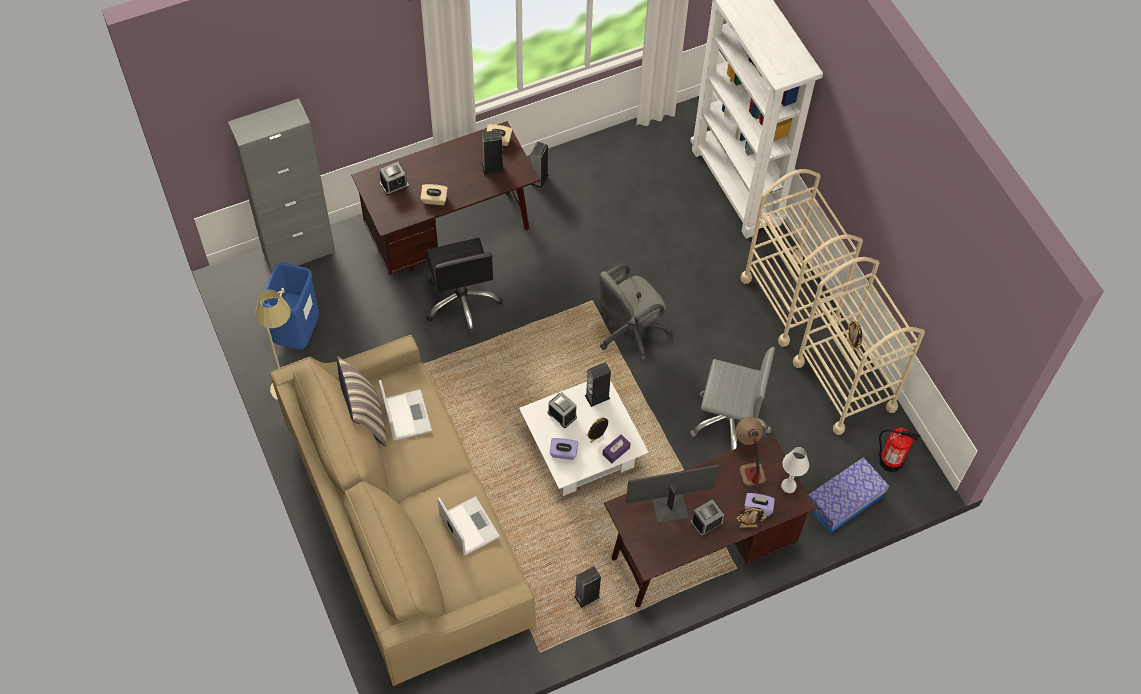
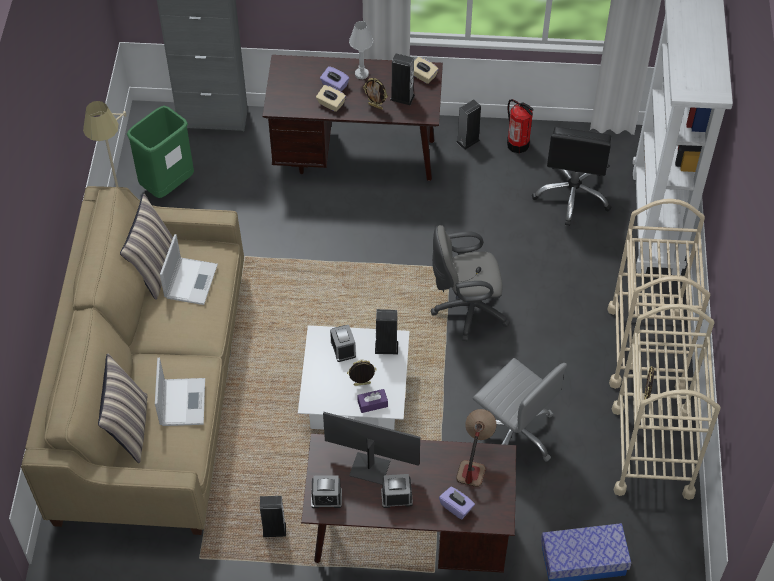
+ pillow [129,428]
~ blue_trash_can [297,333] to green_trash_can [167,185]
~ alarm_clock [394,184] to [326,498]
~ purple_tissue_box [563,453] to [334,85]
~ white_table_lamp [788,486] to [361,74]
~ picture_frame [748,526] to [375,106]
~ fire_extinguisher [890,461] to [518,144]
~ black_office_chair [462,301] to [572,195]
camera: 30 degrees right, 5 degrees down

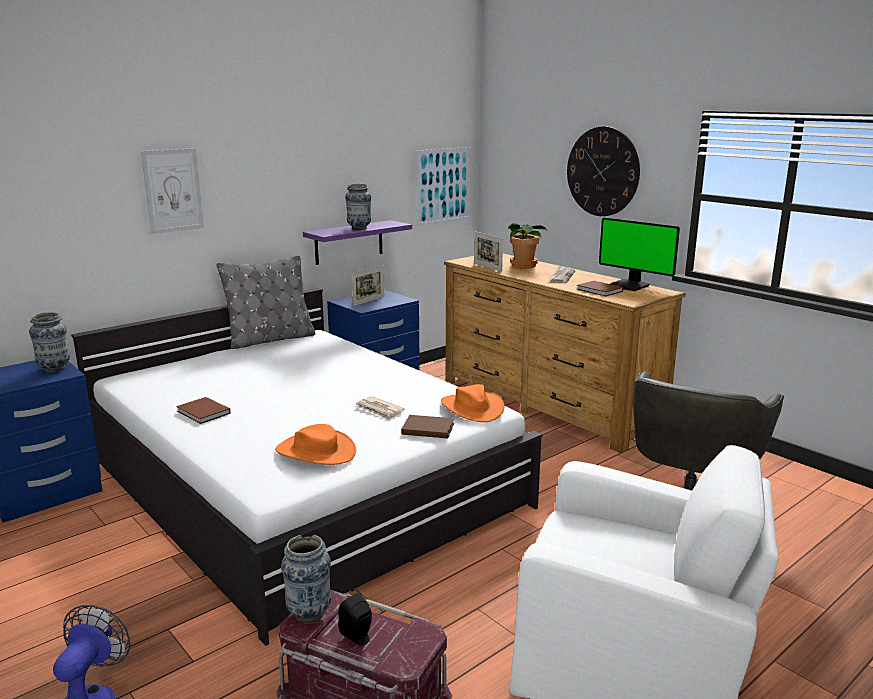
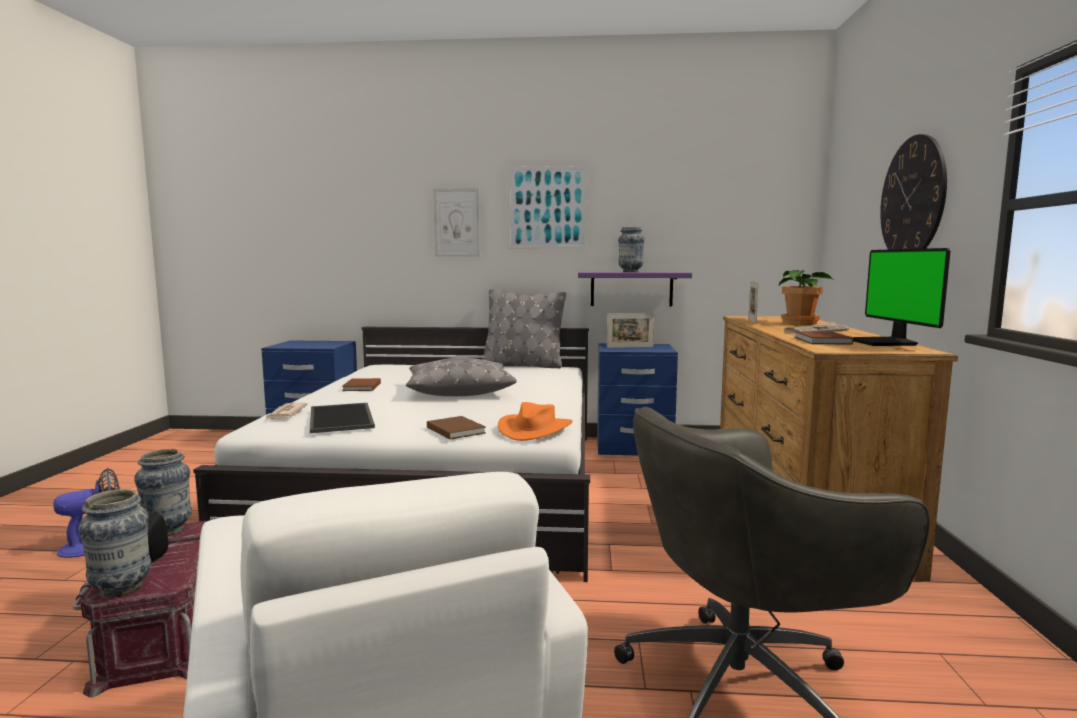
~ vase [54,369] to [121,589]
~ newspaper [379,410] to [285,414]
~ orange_hat [316,451] to tray [342,418]
+ grey_pillow [459,390]
~ picture [443,186] to [547,207]
camera: 45 degrees right, 10 degrees down

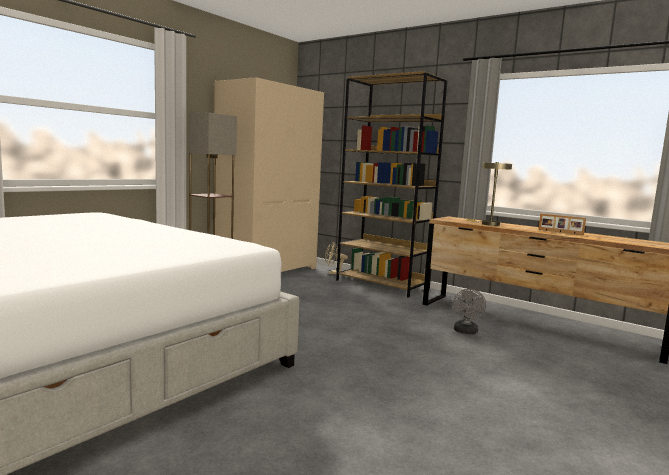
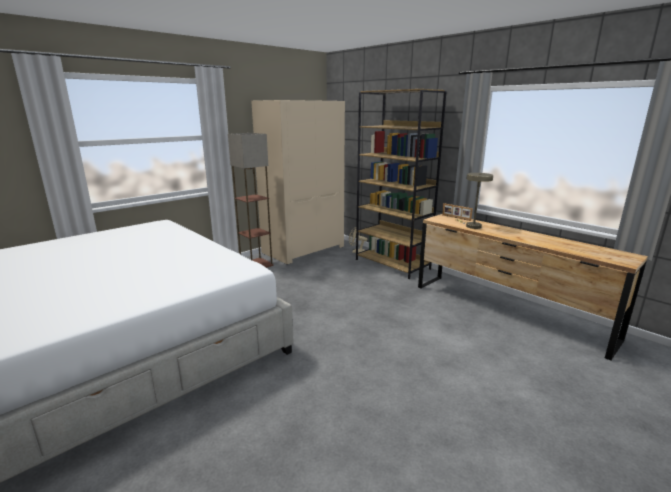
~ picture_frame [560,232] to [456,218]
- grey_fan [466,332]
camera: 10 degrees right, 10 degrees up

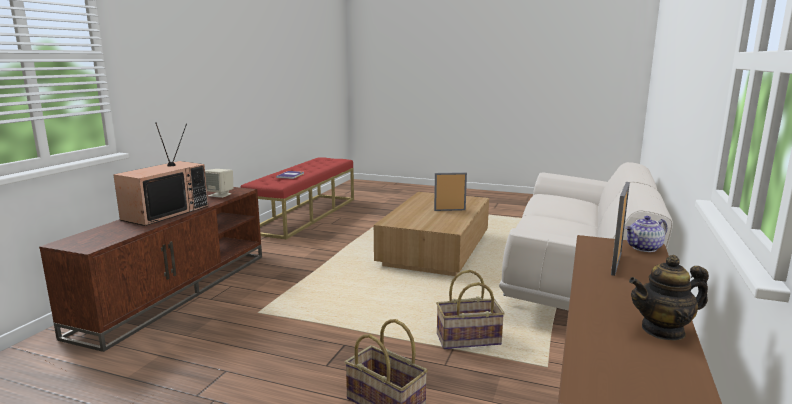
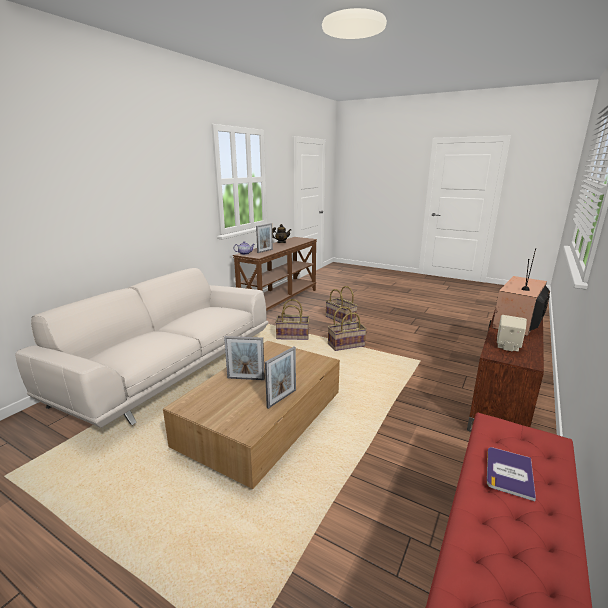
+ picture_frame [281,398]
+ basket [346,345]
camera: 170 degrees left, 5 degrees up

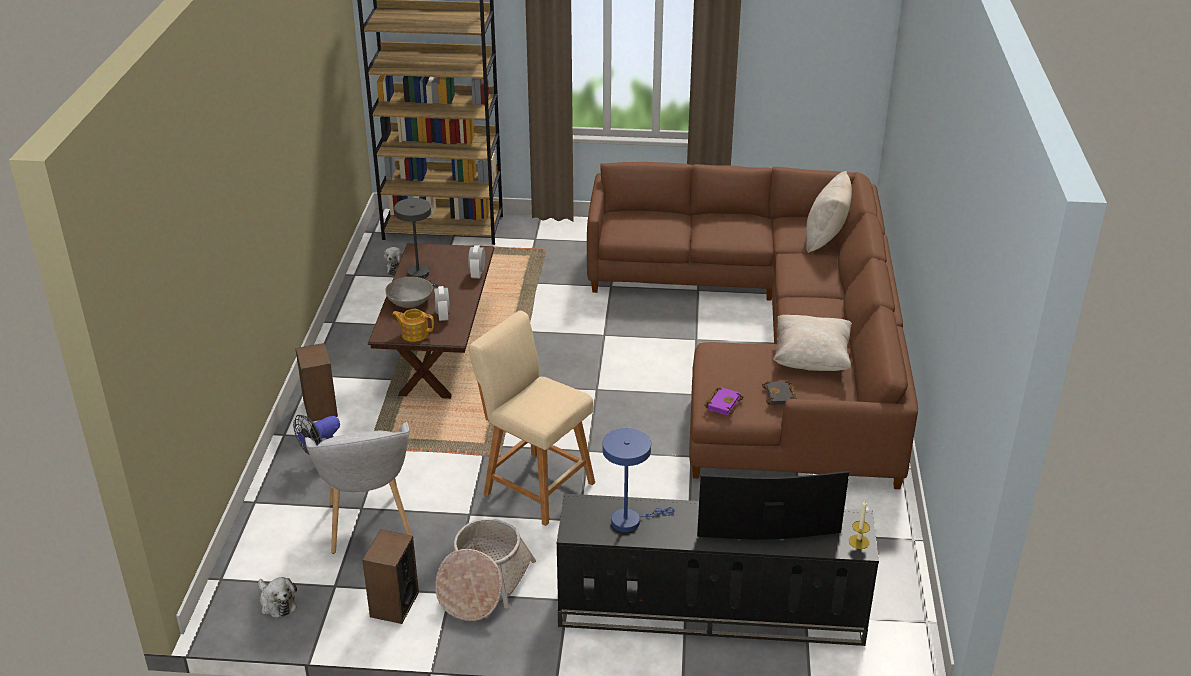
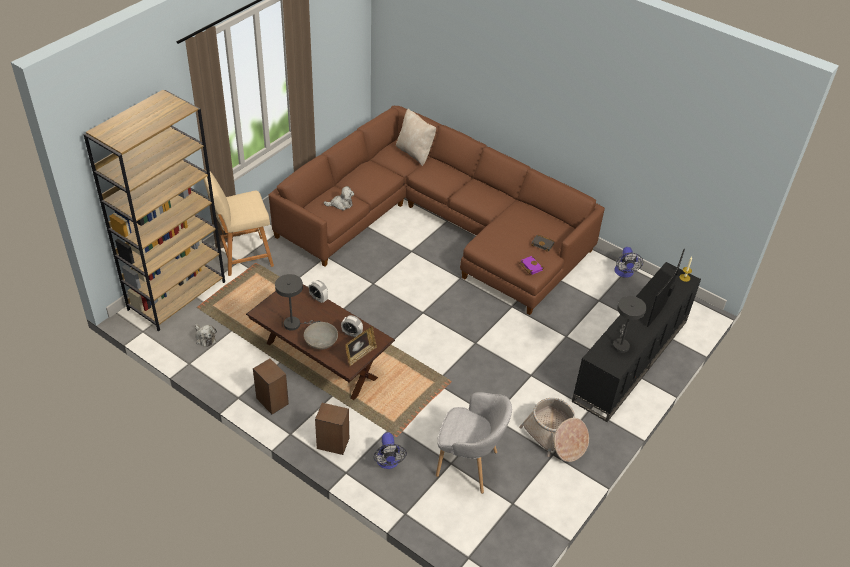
~ beige_stool [535,486] to [242,256]
~ speaker [394,604] to [272,401]
~ plush_toy [276,603] to [341,204]
~ teapot [414,333] to picture_frame [360,355]
~ blue_table_lamp [630,520] to grey_table_lamp [620,344]
+ fan [624,273]
- beige_pillow [811,359]
camera: 60 degrees left, 10 degrees up

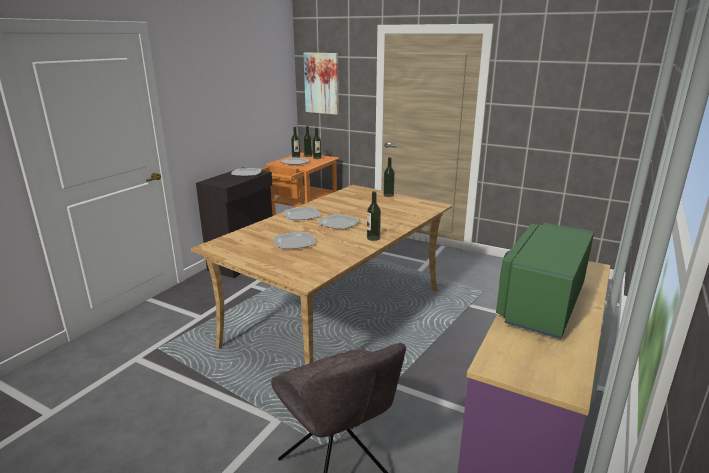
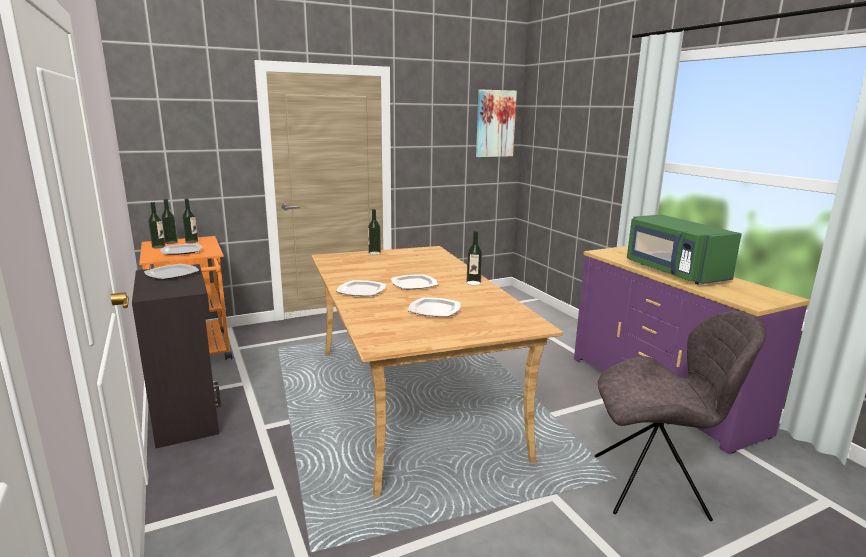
~ picture [322,83] to [495,123]
camera: 55 degrees left, 5 degrees down

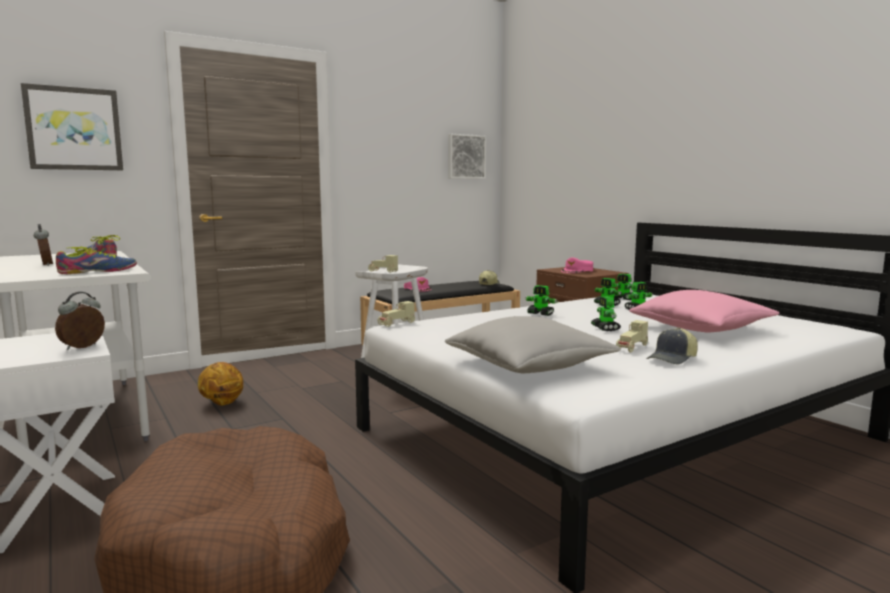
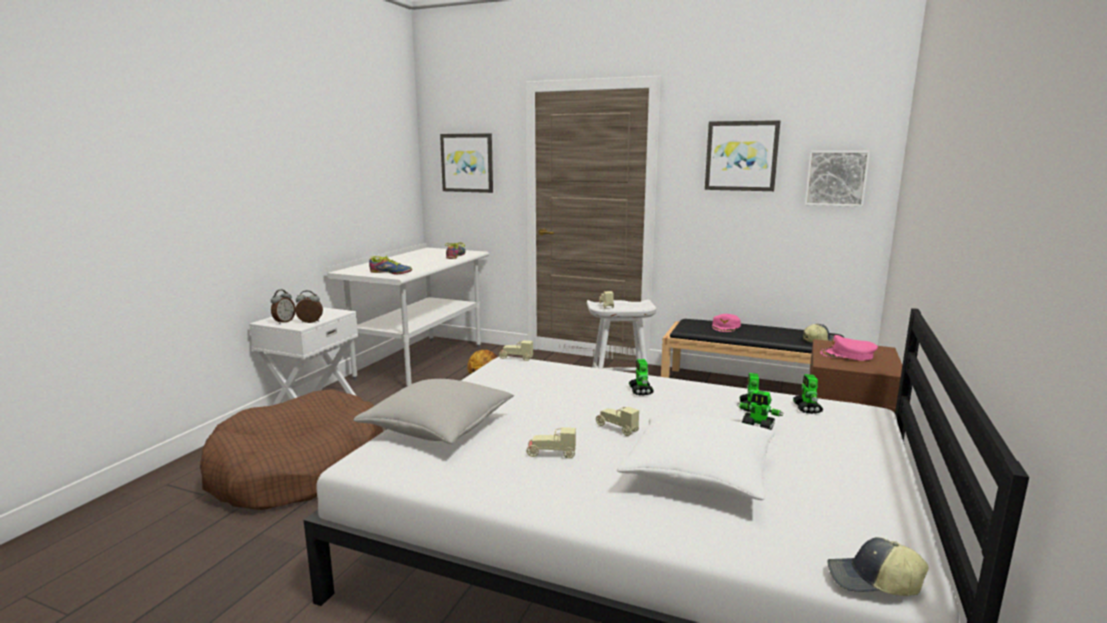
~ alarm_clock [45,265] to [284,322]
~ toy_robot [605,328] to beige_toy_car [616,428]
~ pink_pillow [701,328] to white_pillow [698,474]
+ picture [741,156]
~ cap [673,359] to [873,582]
camera: 55 degrees right, 5 degrees up

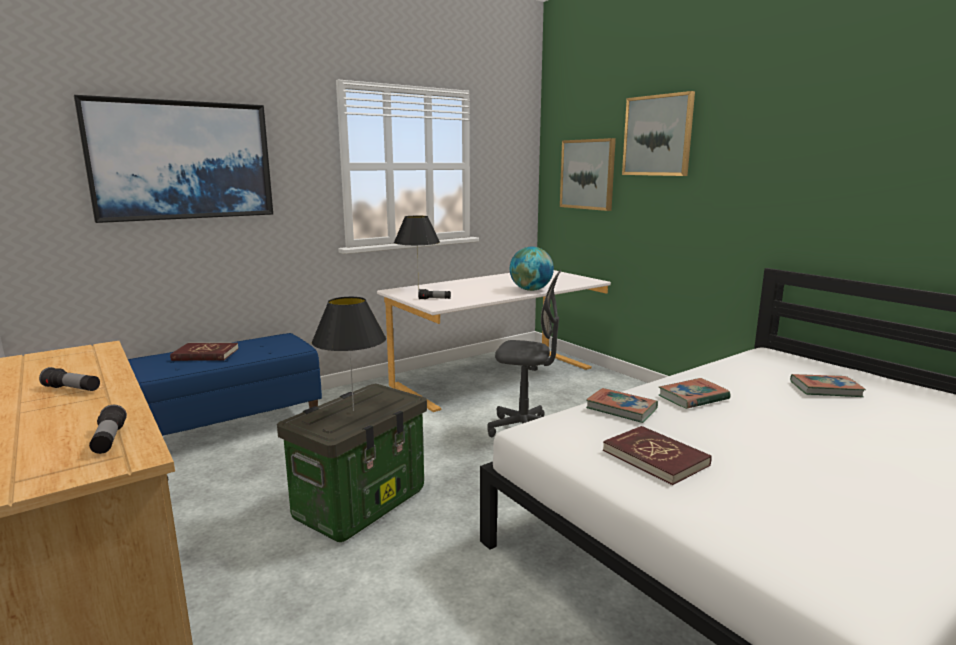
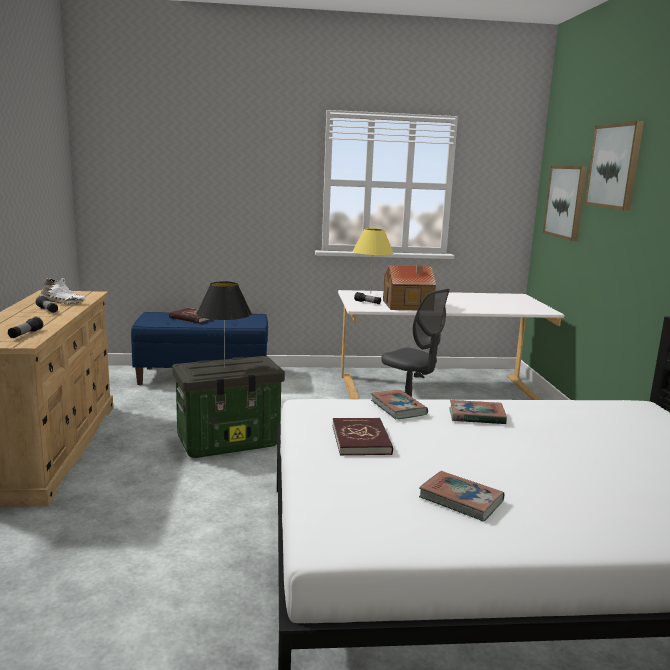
+ white_shoe [62,302]
~ black_table_lamp [418,289] to yellow_table_lamp [371,294]
+ toy_house [408,305]
~ book [825,389] to [461,500]
- picture [182,160]
- globe [531,290]
camera: 30 degrees right, 0 degrees up

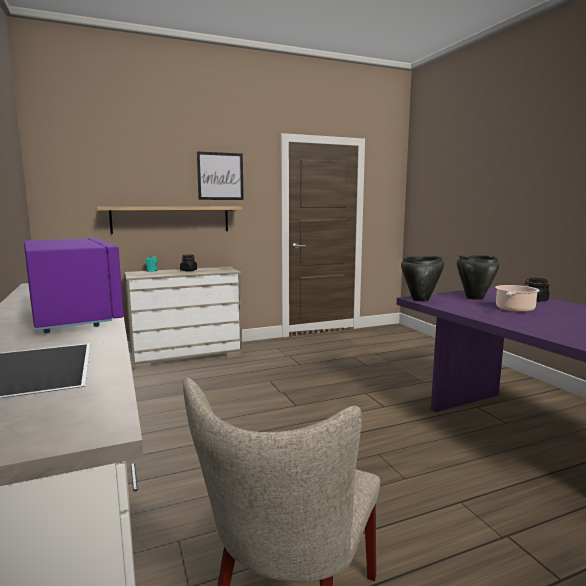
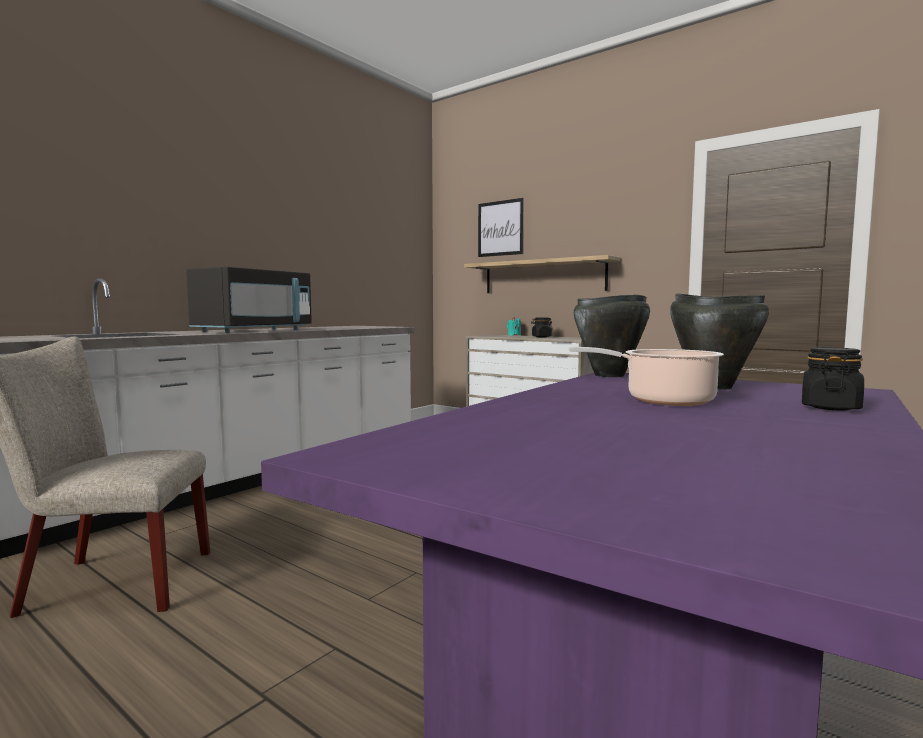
~ purple_microwave [74,316] to black_microwave [254,331]
~ picture [220,176] to [500,228]
camera: 60 degrees right, 5 degrees down

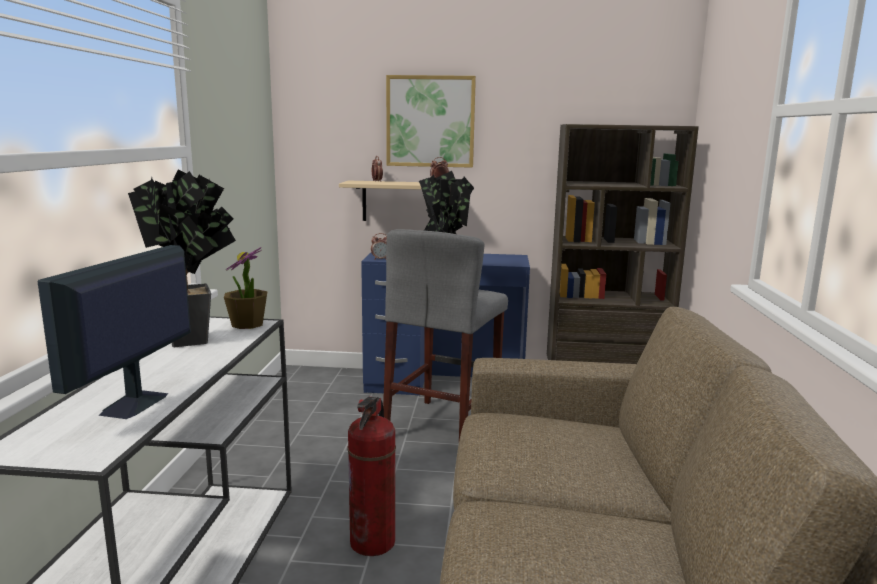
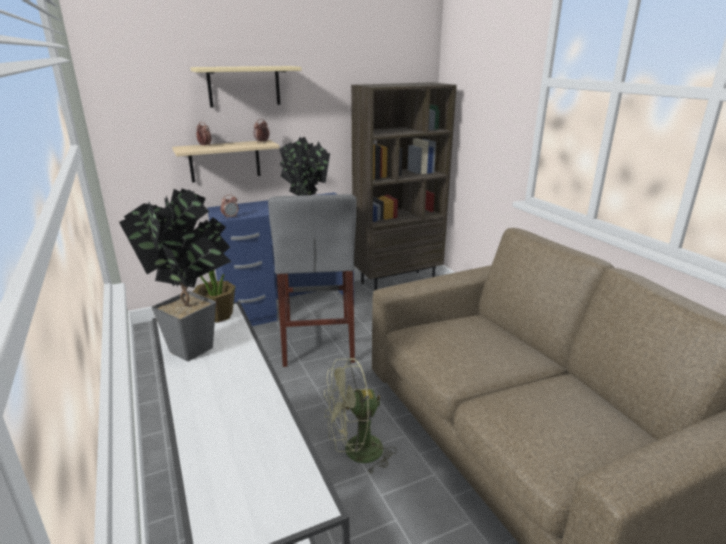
~ picture [430,121] to beige_shelf [244,86]
~ fire_extinguisher [372,542] to green_fan [355,453]
- monitor [134,404]
camera: 30 degrees left, 10 degrees up

